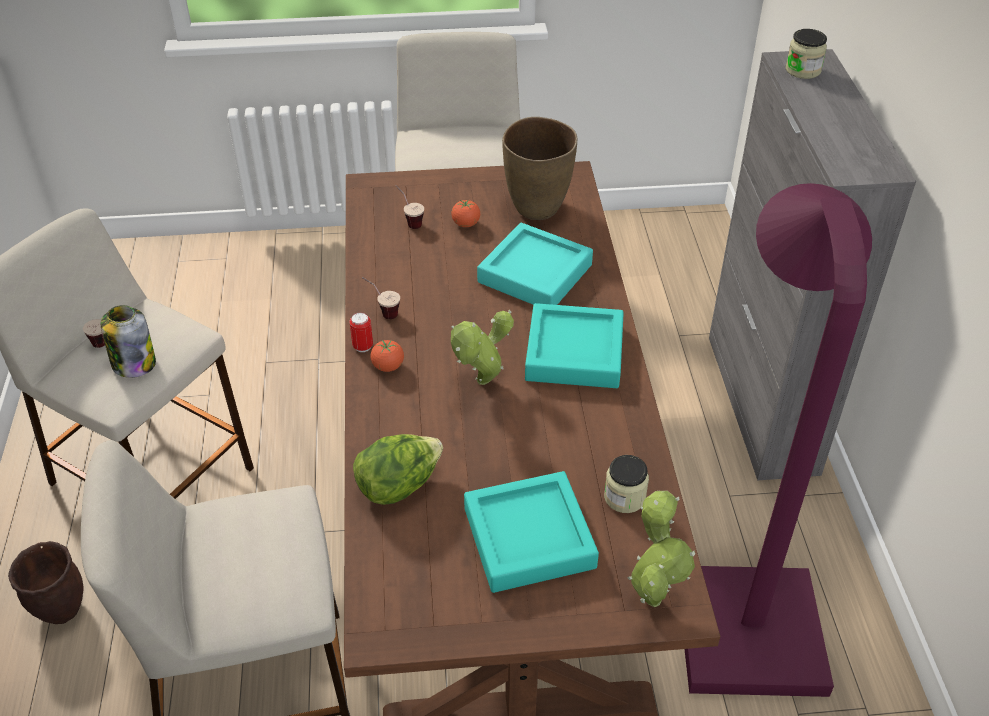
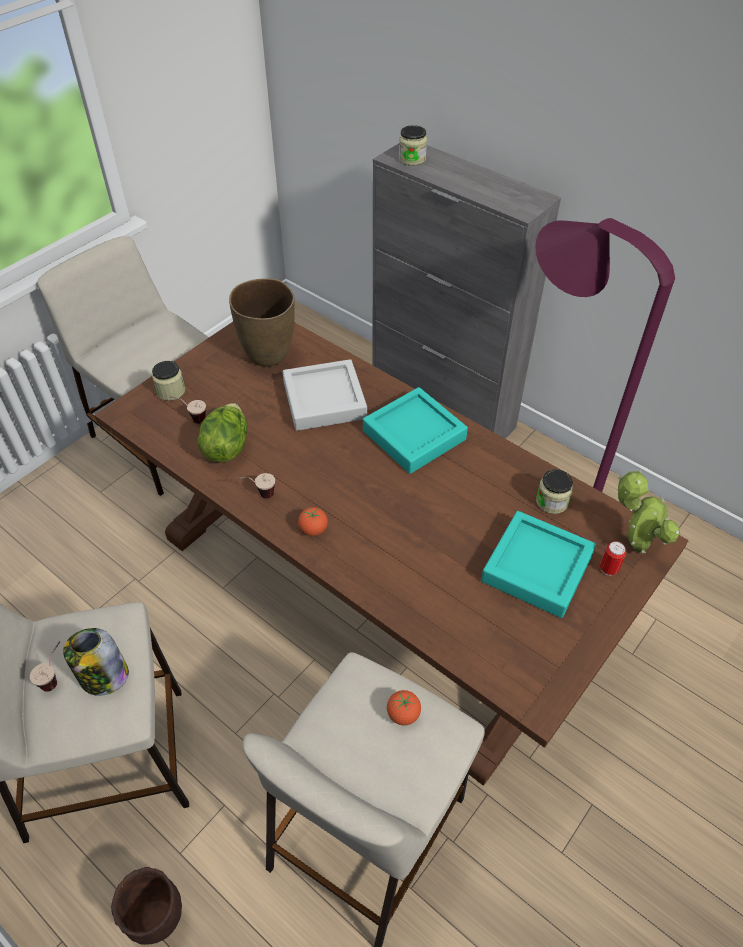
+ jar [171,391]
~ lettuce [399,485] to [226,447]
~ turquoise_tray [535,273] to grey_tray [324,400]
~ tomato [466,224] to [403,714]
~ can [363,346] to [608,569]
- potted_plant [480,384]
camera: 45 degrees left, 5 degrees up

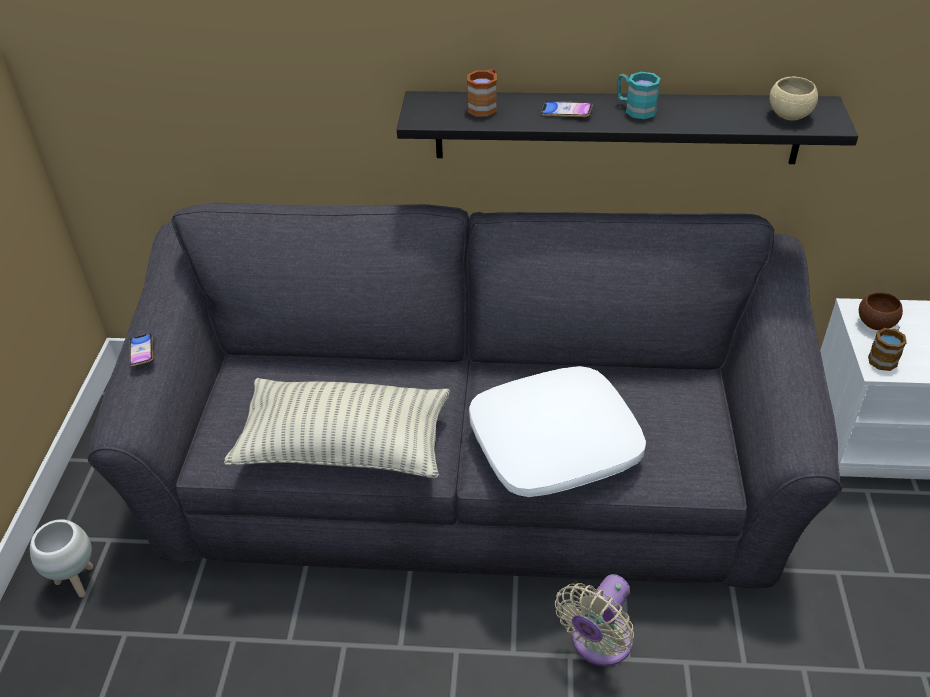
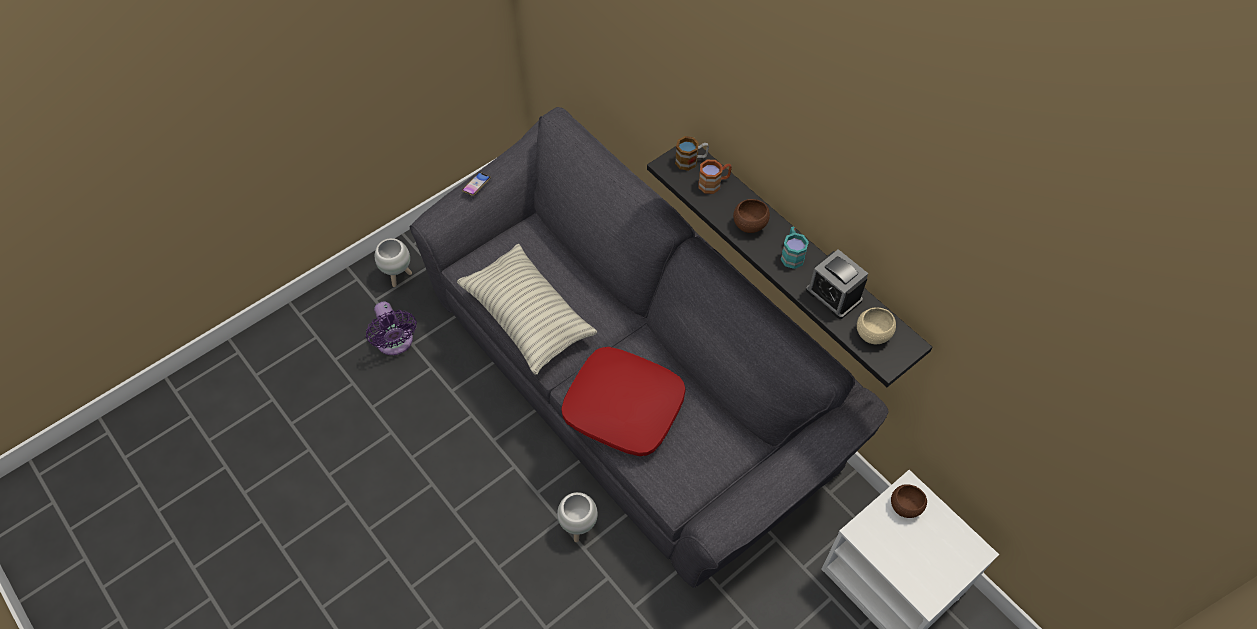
+ purple_fan [395,343]
~ beige_fan [598,644] to white_planter [579,528]
~ white_pillow [554,443] to red_pillow [624,407]
~ mug [884,357] to [691,161]
~ phone [566,112] to brown_bowl [750,225]
+ alarm_clock [833,295]
camera: 45 degrees right, 15 degrees up

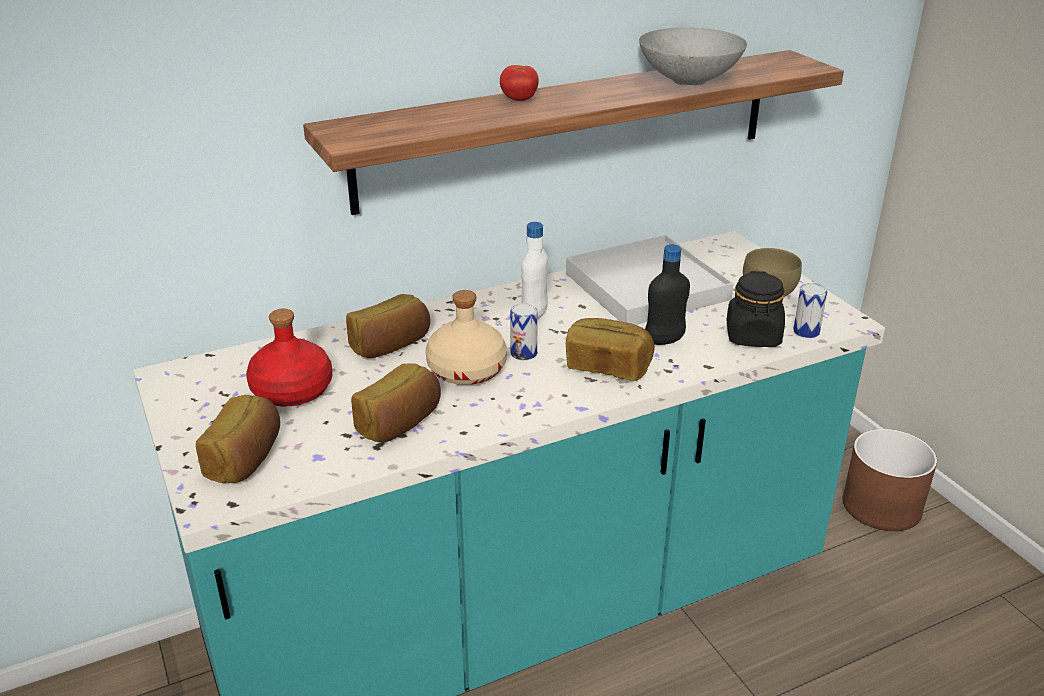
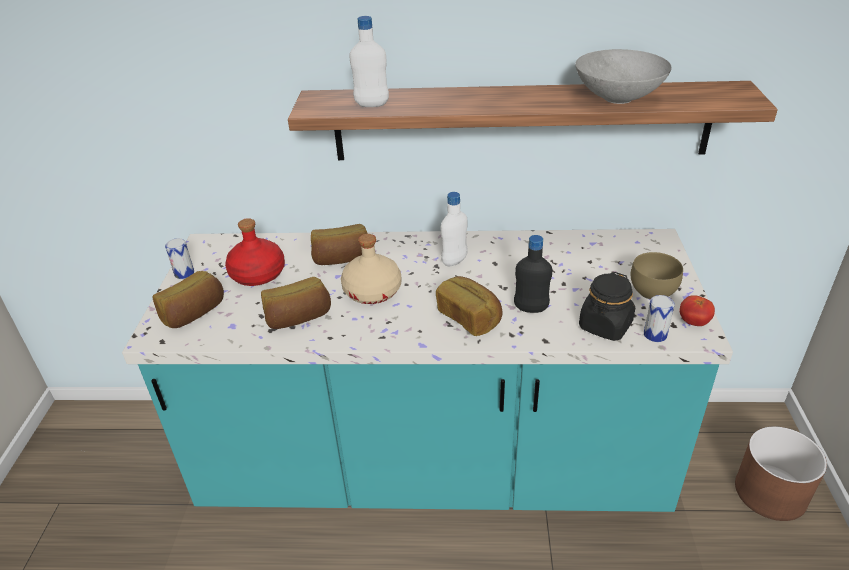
~ can [523,353] to [184,273]
+ white_bottle [372,105]
~ tomato [519,100] to [693,322]
- white_tray [647,286]
camera: 30 degrees right, 5 degrees up

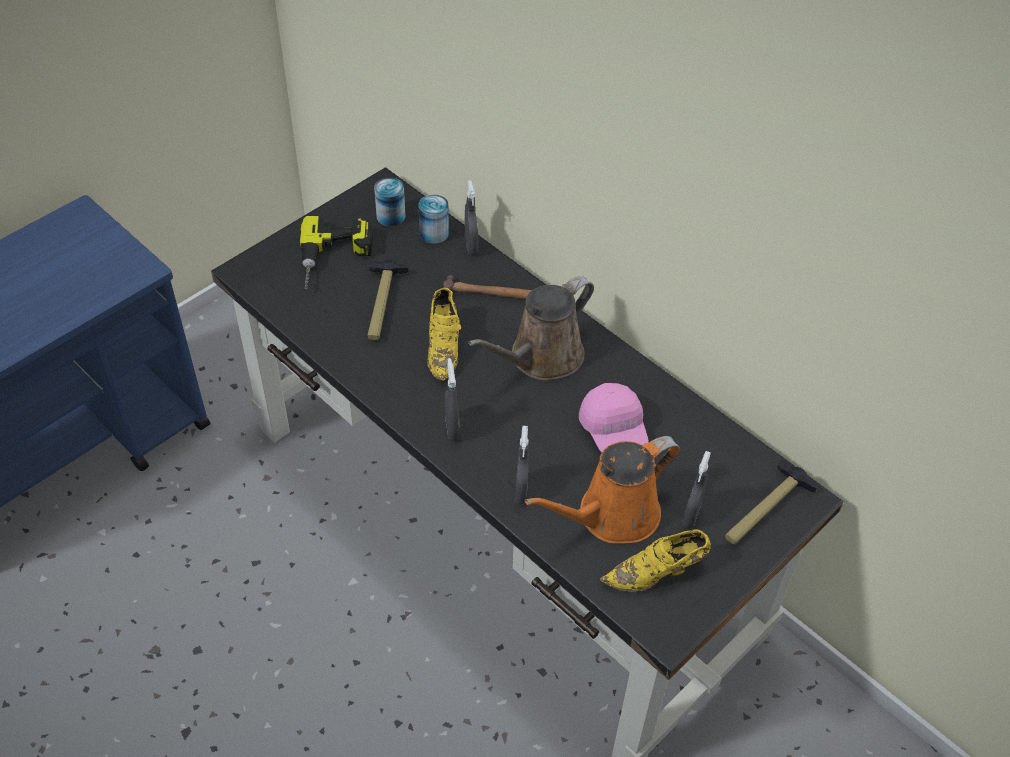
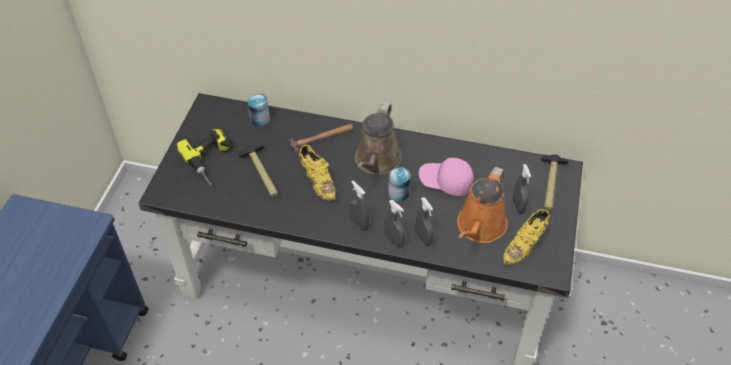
~ grey_spray_bottle [471,245] to [394,241]
~ can [391,216] to [398,193]
~ pink_cap [614,431] = [446,182] 150 degrees clockwise
camera: 30 degrees left, 0 degrees up

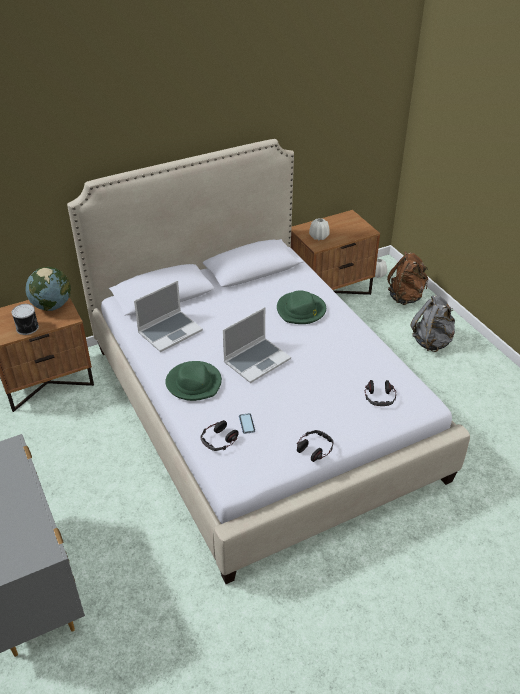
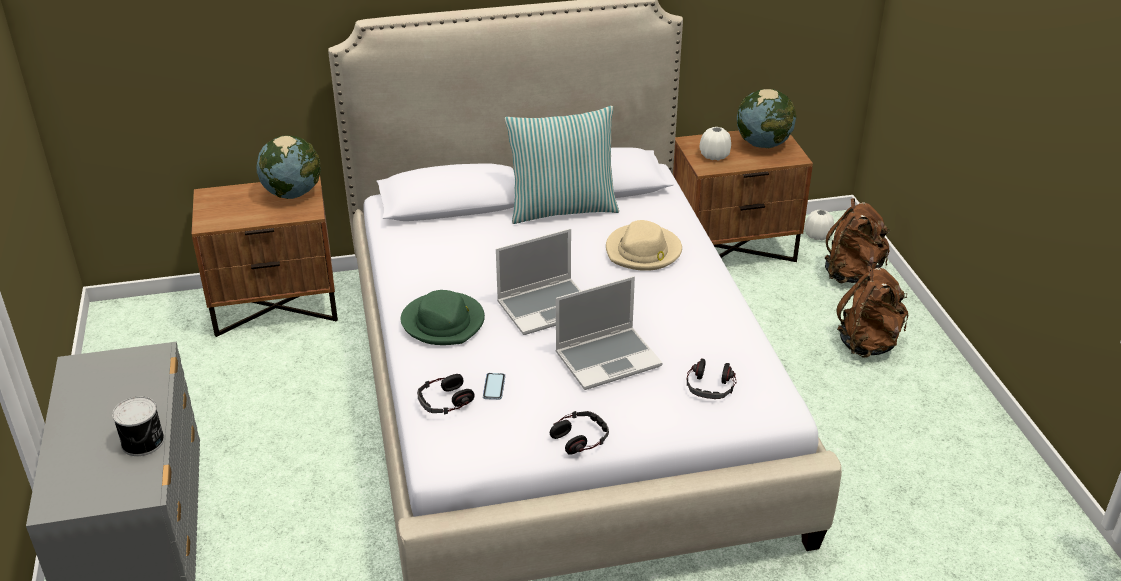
~ can [28,327] to [144,442]
+ pillow [562,208]
~ laptop [170,331] to [608,359]
~ green_hat [301,310] to beige_hat [643,251]
+ globe [763,144]
~ grey_backpack [432,341] to brown_backpack [868,343]
camera: 15 degrees right, 5 degrees down

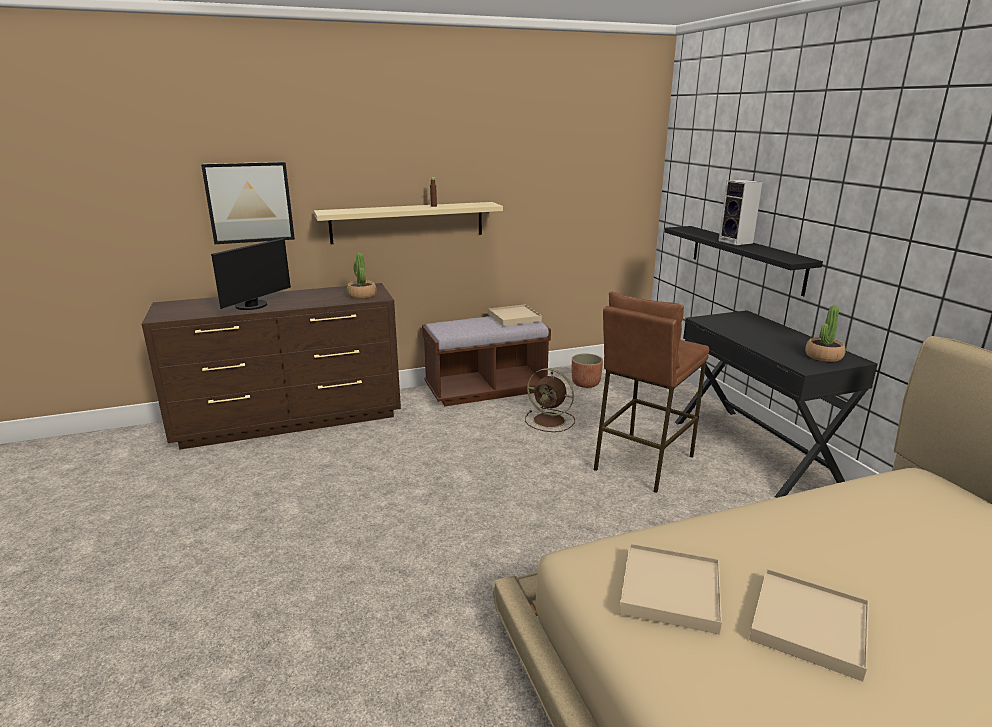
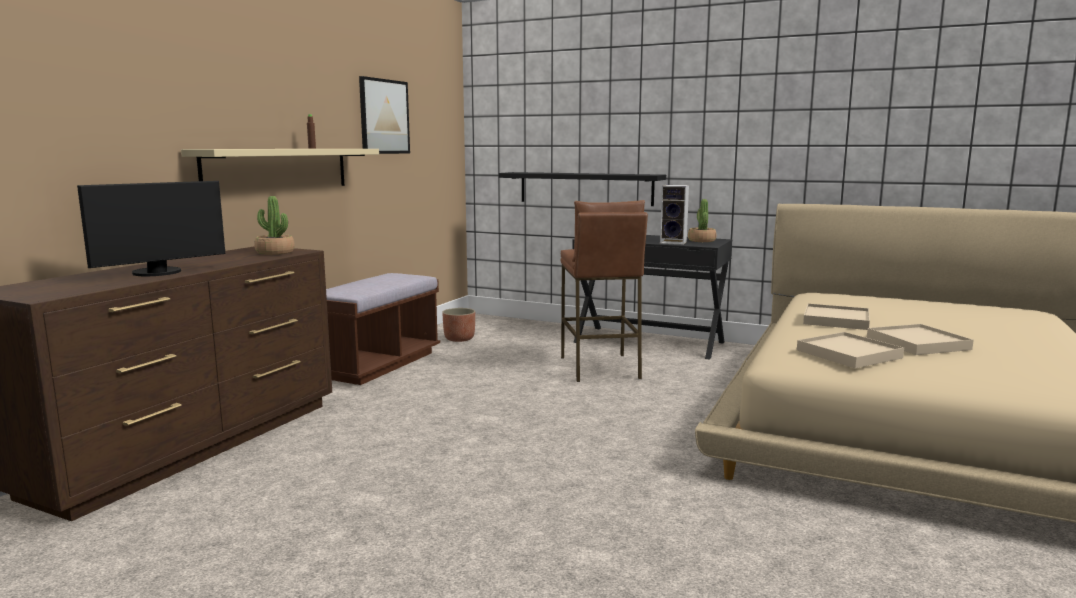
~ monitor [254,306] = [159,273] 60 degrees clockwise
~ picture [249,202] to [384,116]
~ speaker [737,242] to [674,242]
~ beige_tray [514,318] to [836,320]
- brown_fan [550,421]
camera: 45 degrees left, 10 degrees down

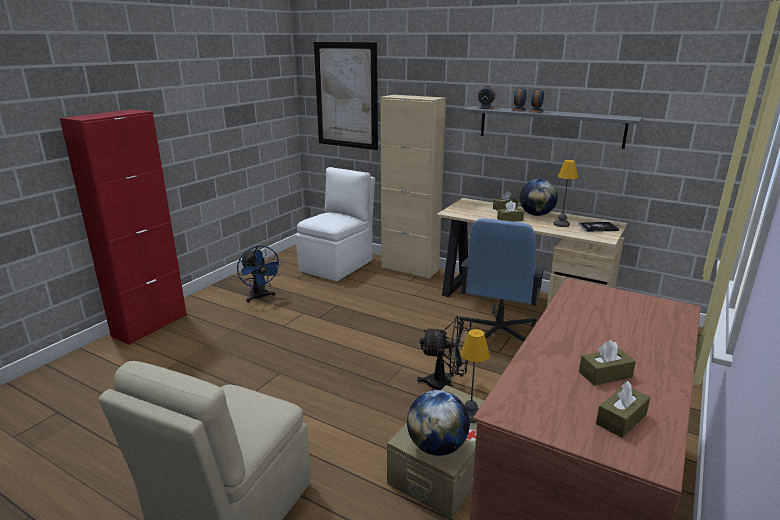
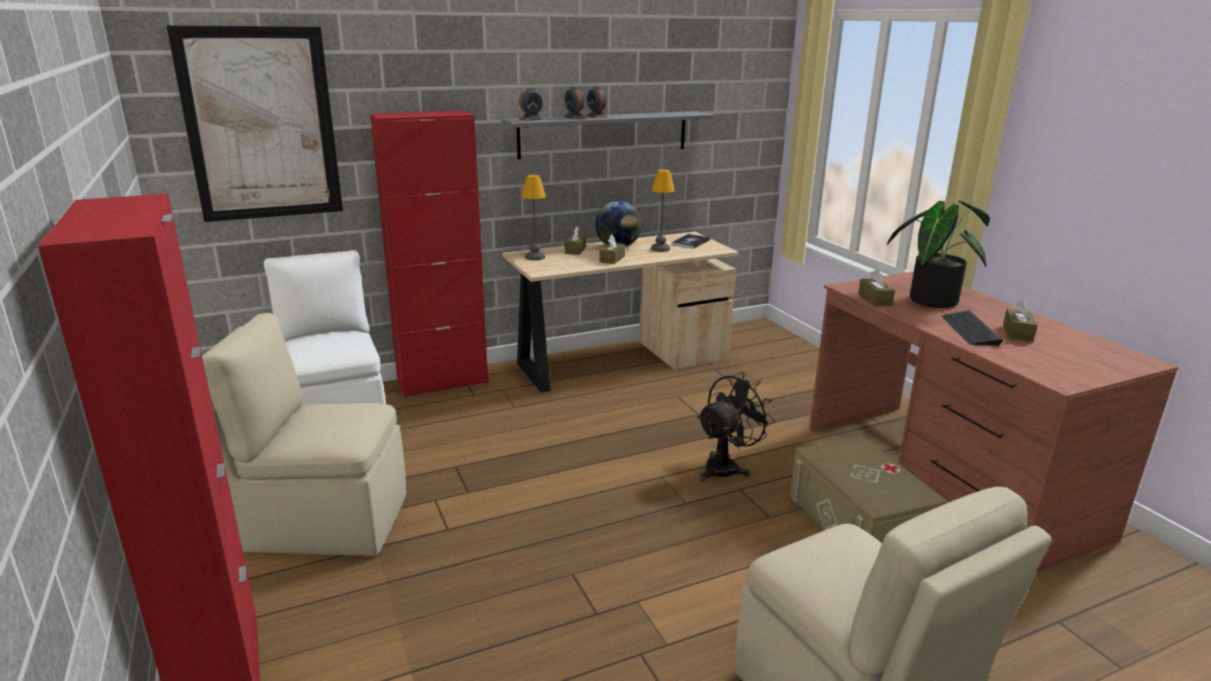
~ blue_fan [260,297] to beige_chair [322,521]
~ beige_cabinet [410,269] to red_cabinet [443,382]
~ table_lamp [471,415] to [535,257]
~ brown_tissue_box [621,419] to [874,299]
+ potted_plant [930,298]
+ keyboard [970,330]
- globe [437,447]
- blue_office_chair [497,333]
camera: 55 degrees left, 0 degrees up

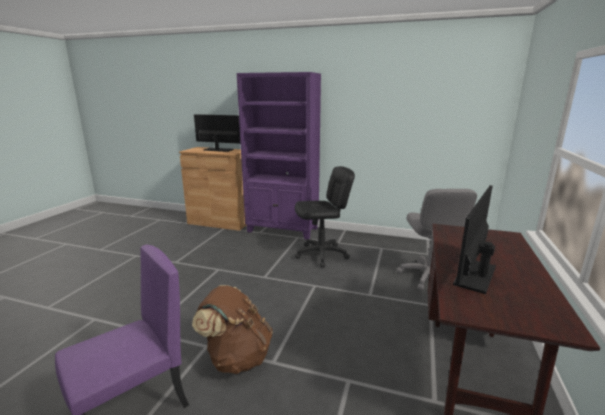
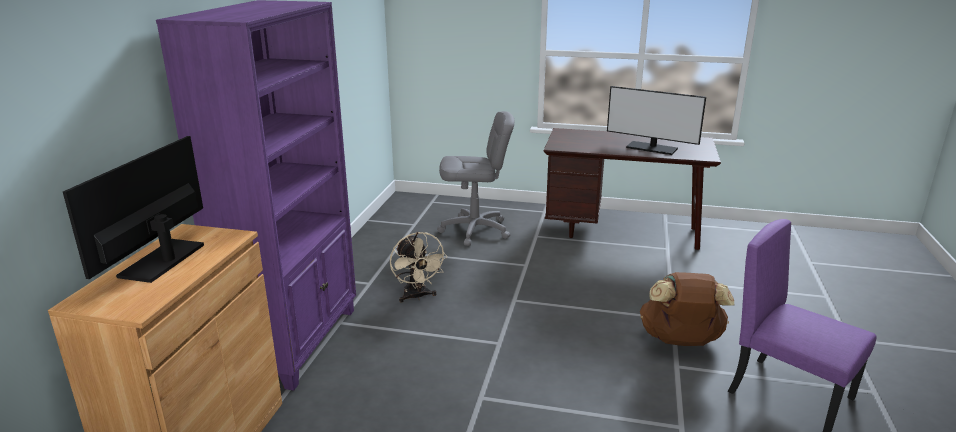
~ black_office_chair [321,255] to beige_fan [417,297]
camera: 95 degrees left, 5 degrees up

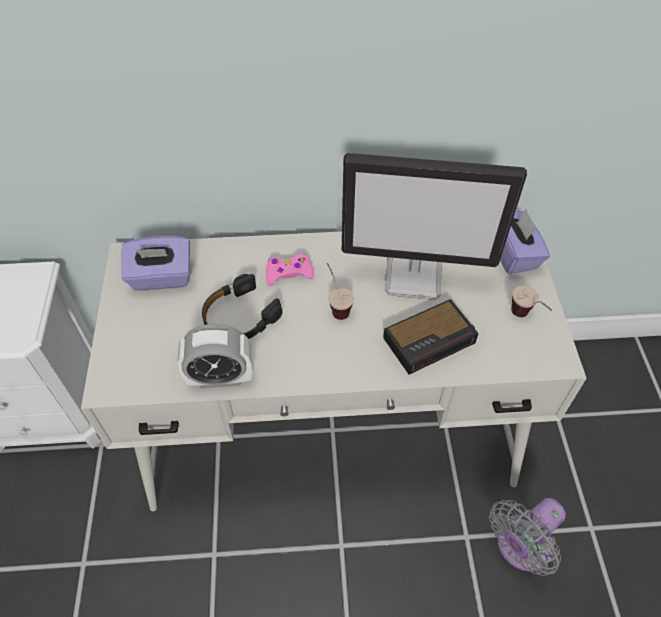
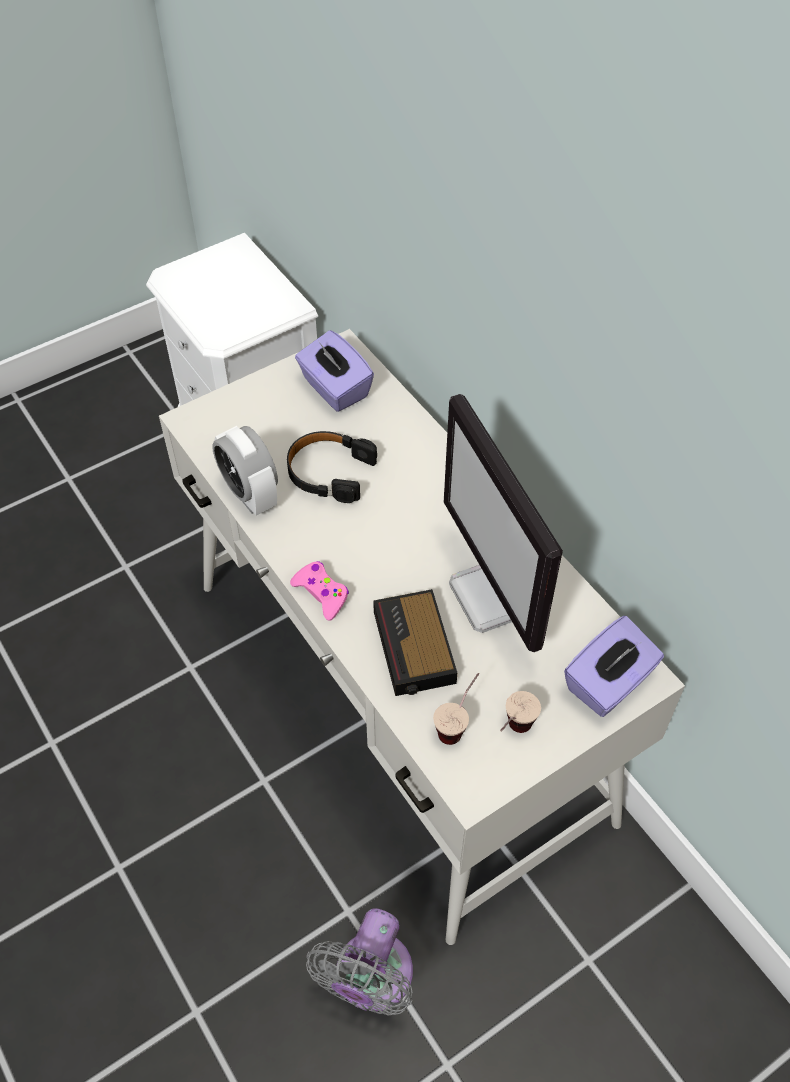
~ pink_game_controller [288,273] to [321,593]
~ grey_fan [520,546] = [370,980] 90 degrees counterclockwise
~ alarm_clock [431,339] = [414,649] 45 degrees clockwise
~ cup [336,305] to [457,724]
camera: 60 degrees right, 0 degrees up

